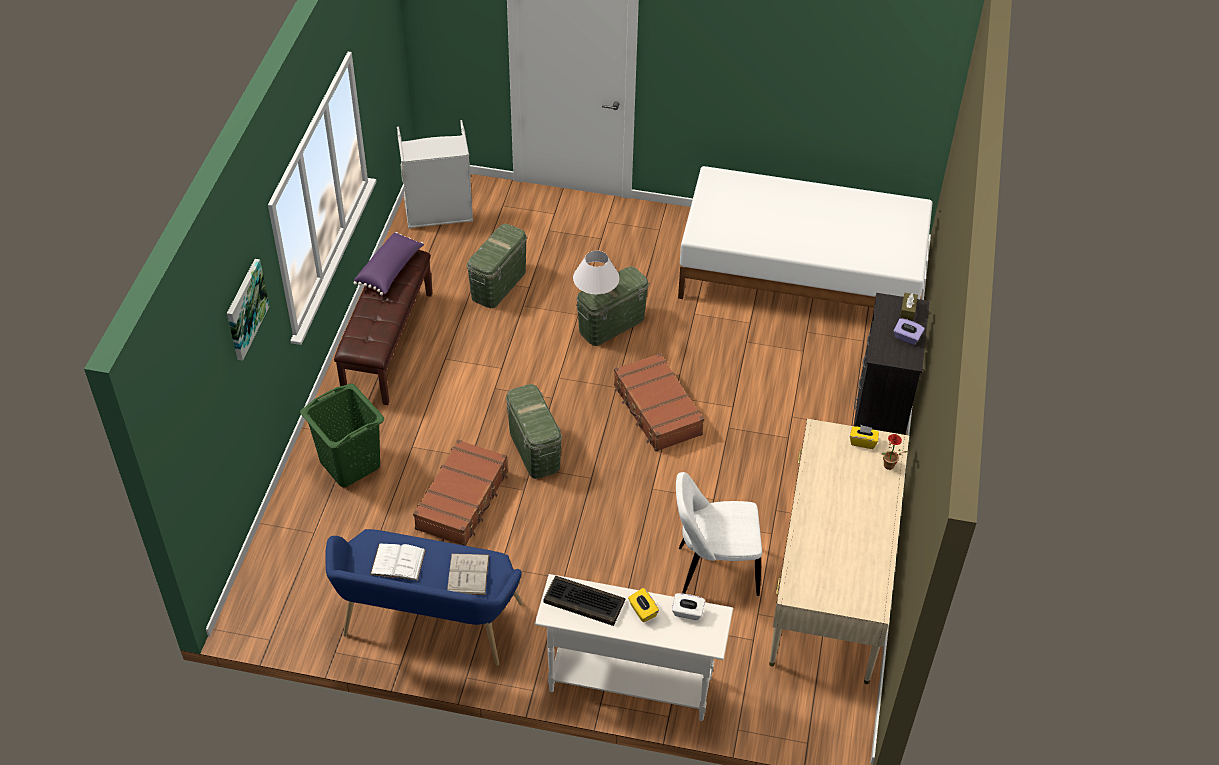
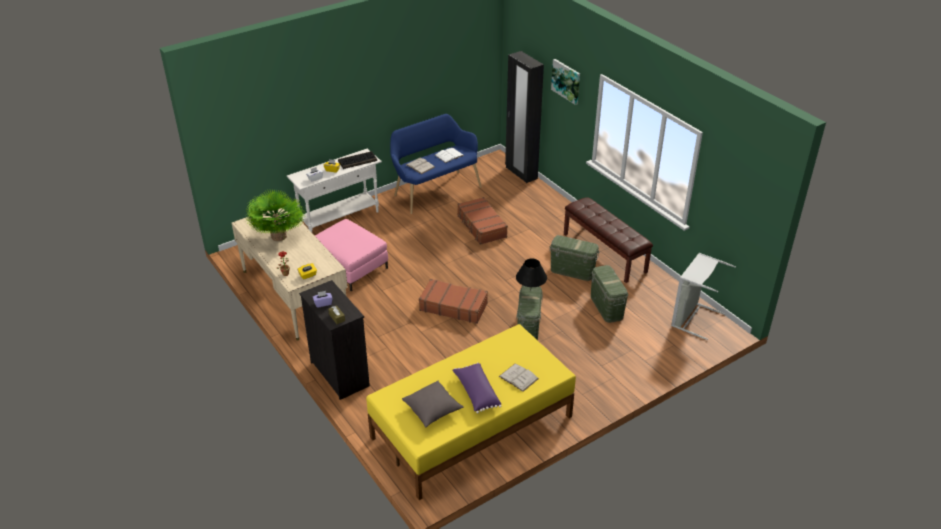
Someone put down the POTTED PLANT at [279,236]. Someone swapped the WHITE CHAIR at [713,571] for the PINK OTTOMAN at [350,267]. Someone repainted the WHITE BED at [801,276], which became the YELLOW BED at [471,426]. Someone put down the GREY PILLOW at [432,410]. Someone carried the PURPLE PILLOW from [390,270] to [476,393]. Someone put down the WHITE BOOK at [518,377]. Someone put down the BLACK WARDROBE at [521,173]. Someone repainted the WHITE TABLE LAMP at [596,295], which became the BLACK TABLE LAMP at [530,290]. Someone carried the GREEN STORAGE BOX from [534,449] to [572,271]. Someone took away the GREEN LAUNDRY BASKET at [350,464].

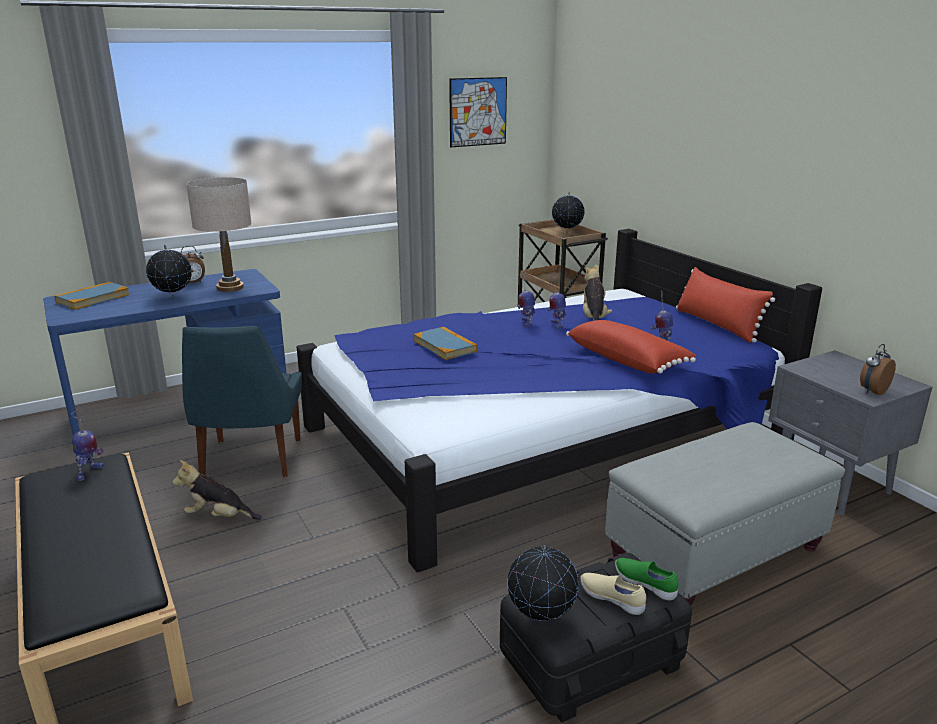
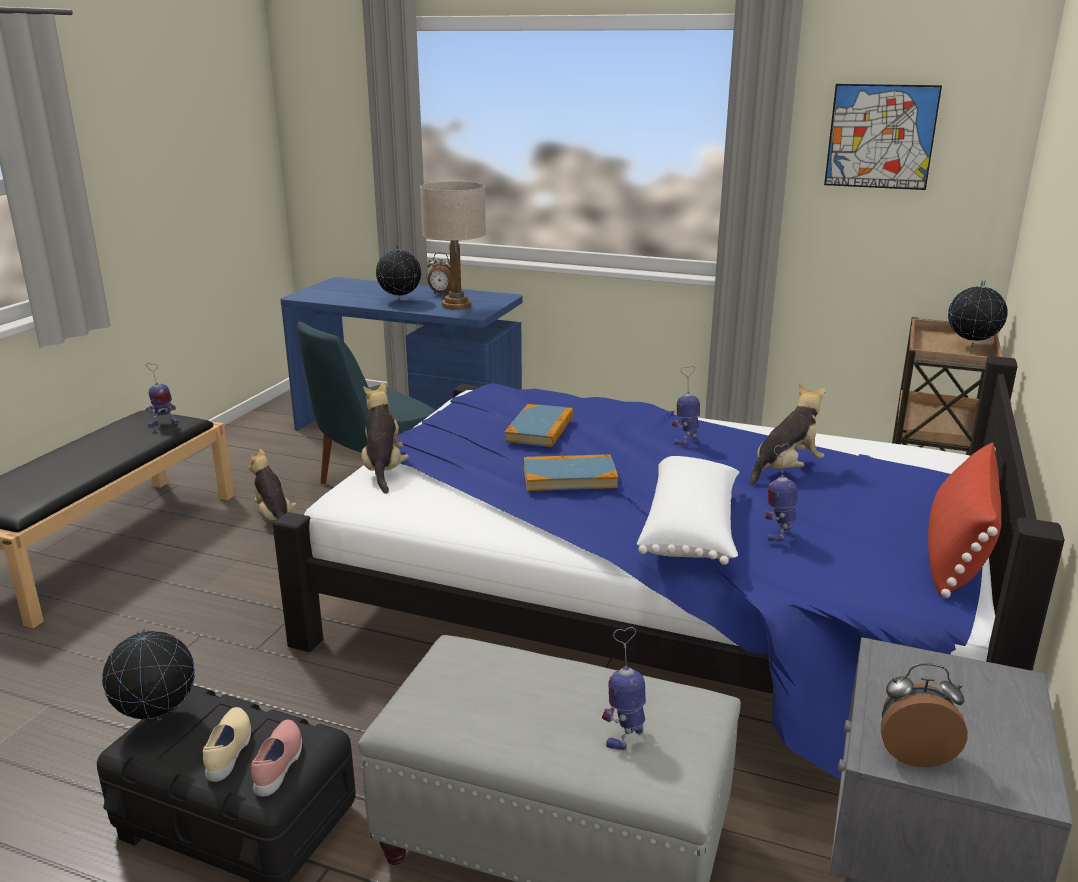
Someone repainted the GREEN SHOE at [645,584], which became the PINK SHOE at [279,766]. Someone put down the PLUSH TOY at [383,470]. Someone carried the BOOK from [93,298] to [569,477]. Someone carried the TOY ROBOT from [556,325] to [626,735]. Someone repainted the RED PILLOW at [627,360], which became the WHITE PILLOW at [692,530].

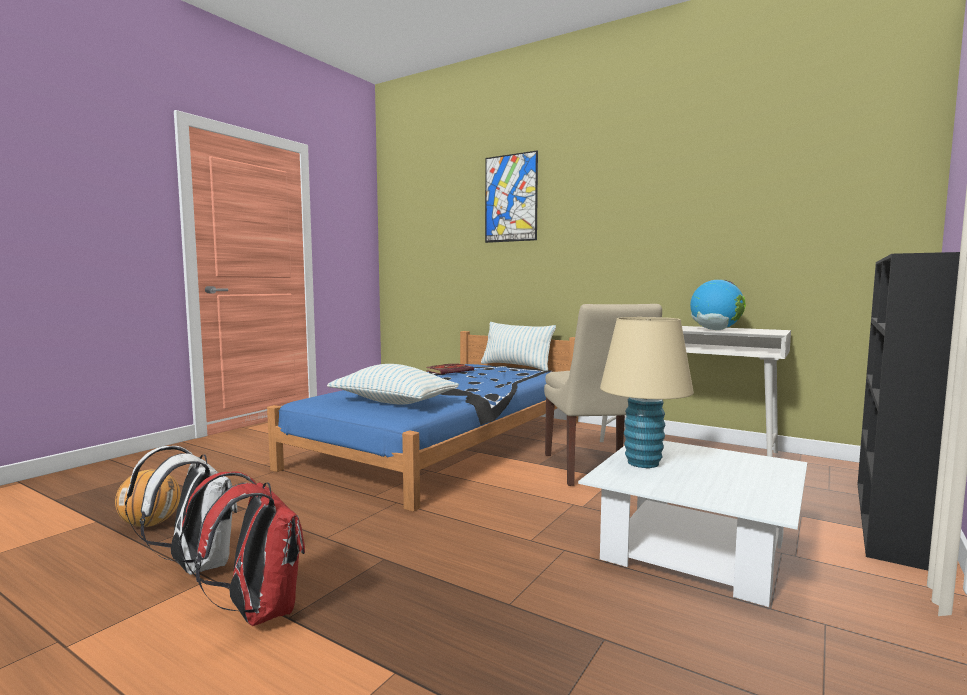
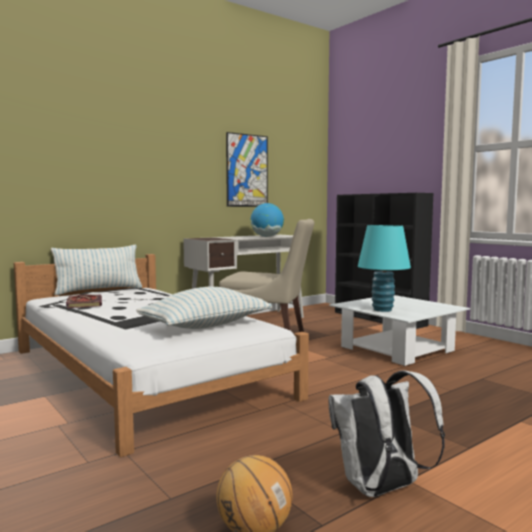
Someone repainted the BLUE BED at [446,443], which became the WHITE BED at [143,372]. Someone carried the PICTURE from [511,198] to [247,170]. Someone repainted the BEIGE TABLE LAMP at [643,463], which became the TURQUOISE TABLE LAMP at [382,310]. Someone took away the RED BACKPACK at [256,611].

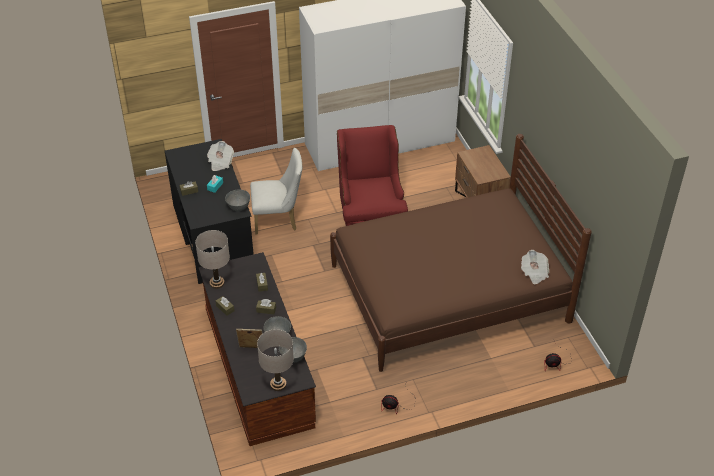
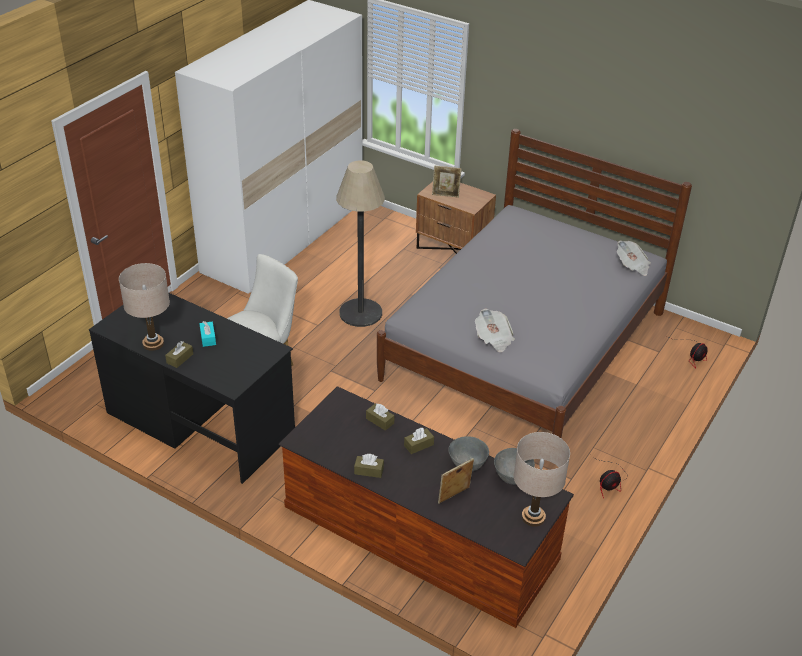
Someone carried the BEIGE TABLE LAMP from [217,283] to [153,343]. Someone swapped the RED ARMCHAIR at [370,217] for the FLOOR LAMP at [360,313]. Someone repainted the BROWN BED at [448,293], which became the GREY BED at [525,345]. Someone put down the PICTURE FRAME at [445,195]. Someone carried the NEWSPAPER from [220,162] to [494,339]. Someone took away the GREY BOWL at [238,207].

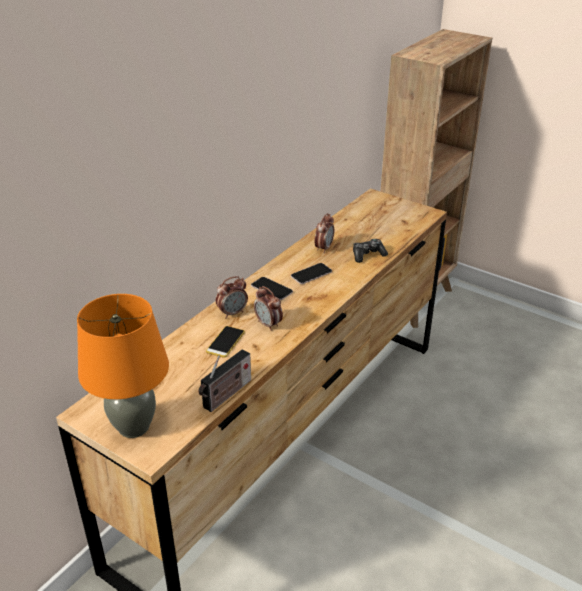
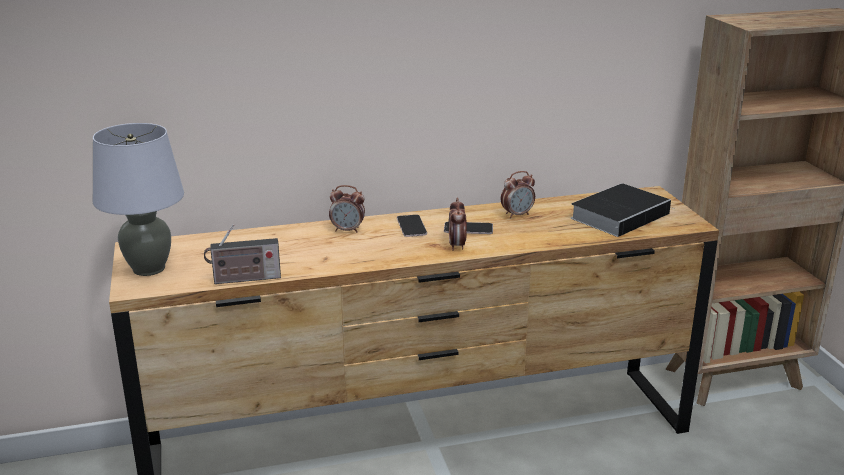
Someone repainted the ORANGE TABLE LAMP at [133,427], which became the GREY TABLE LAMP at [148,269]. Someone carried the ALARM CLOCK from [268,324] to [457,246]. Someone put down the BOOK at [621,215]. Someone took away the PHONE at [225,342]. Someone took away the GAME CONTROLLER at [368,255].

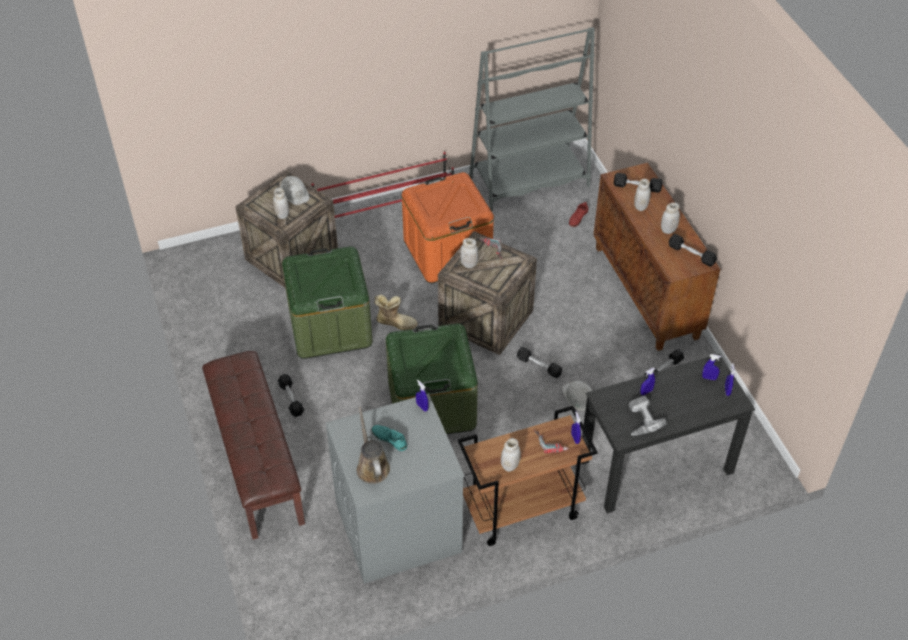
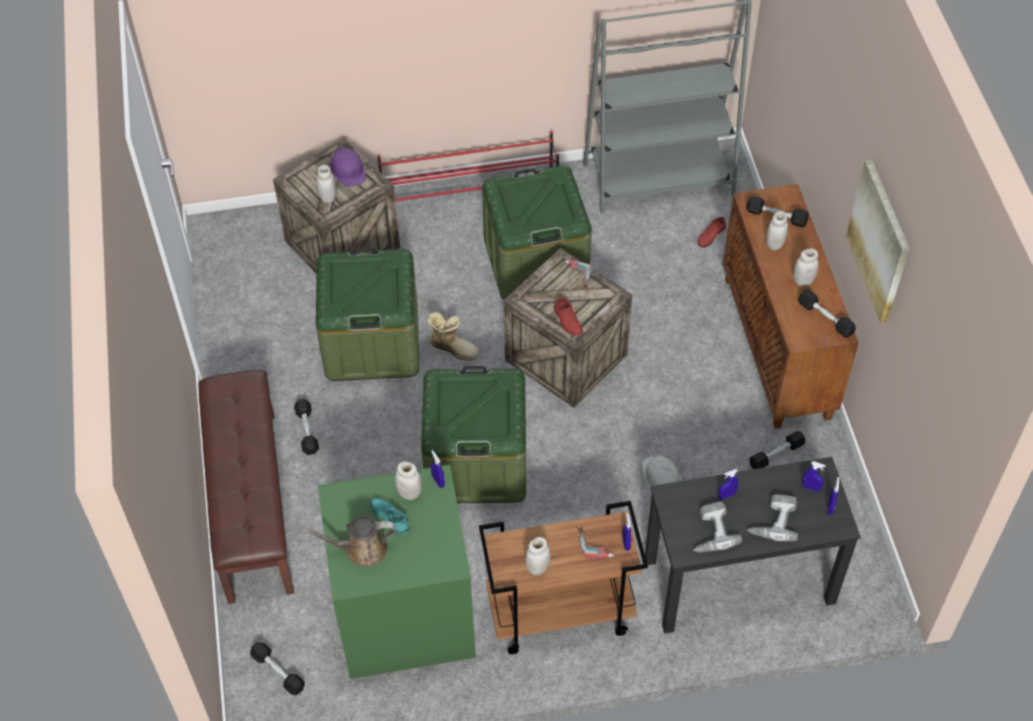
Someone carried the BLACK DUMBBELL from [539,366] to [278,672]. Someone rotated the BROWN WATERING CAN at [372,466] by 90 degrees counterclockwise. Someone repainted the GREY WASHING MACHINE at [397,528], which became the GREEN WASHING MACHINE at [403,615]. Someone repainted the WHITE HARD HAT at [294,193], which became the PURPLE HARD HAT at [348,170]. Someone carried the WHITE JAR from [469,264] to [409,492]. Someone repainted the ORANGE STORAGE BOX at [447,252], which became the GREEN STORAGE BOX at [536,262]. Someone put down the RED SHOE at [567,320]. Someone put down the POWER DRILL at [772,521]. Someone put up the PICTURE at [879,241].

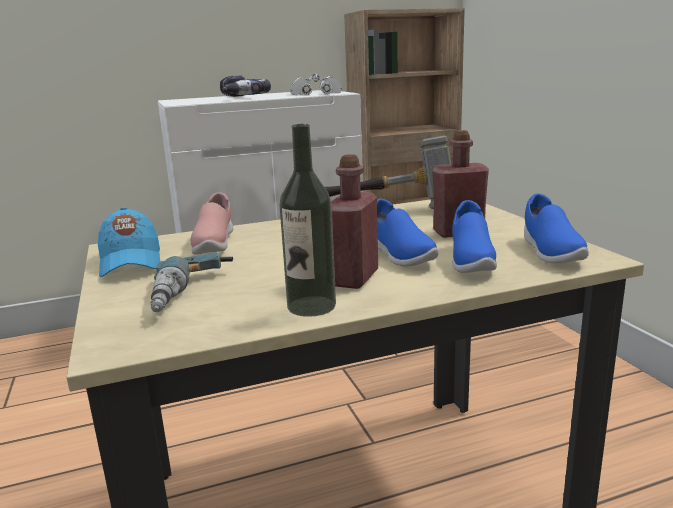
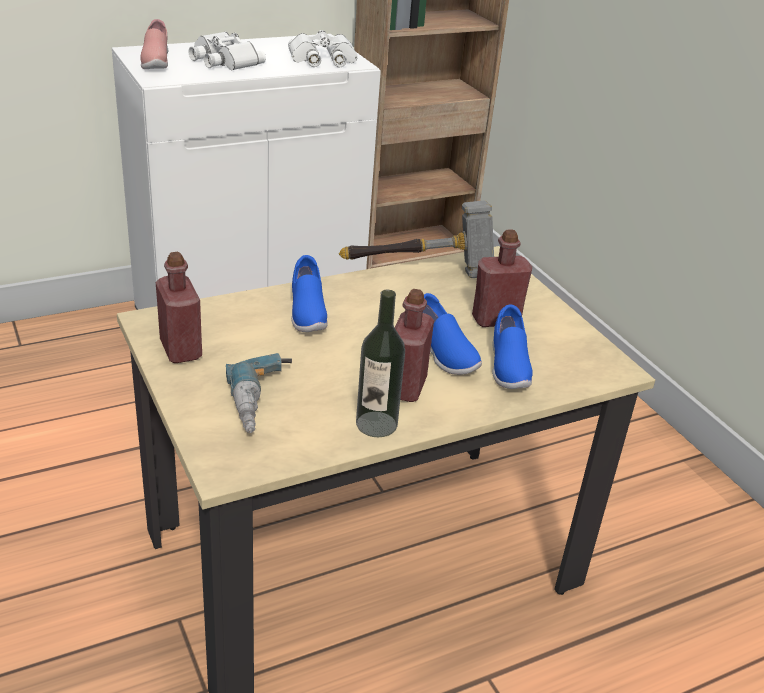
Someone carried the PINK SHOE from [214,245] to [155,62]. Someone swapped the BLUE CAP at [131,263] for the RED BOTTLE at [181,349]. Someone swapped the POWER DRILL at [237,98] for the WHITE BINOCULARS at [222,60]. Someone carried the BLUE SHOE from [549,252] to [306,313].

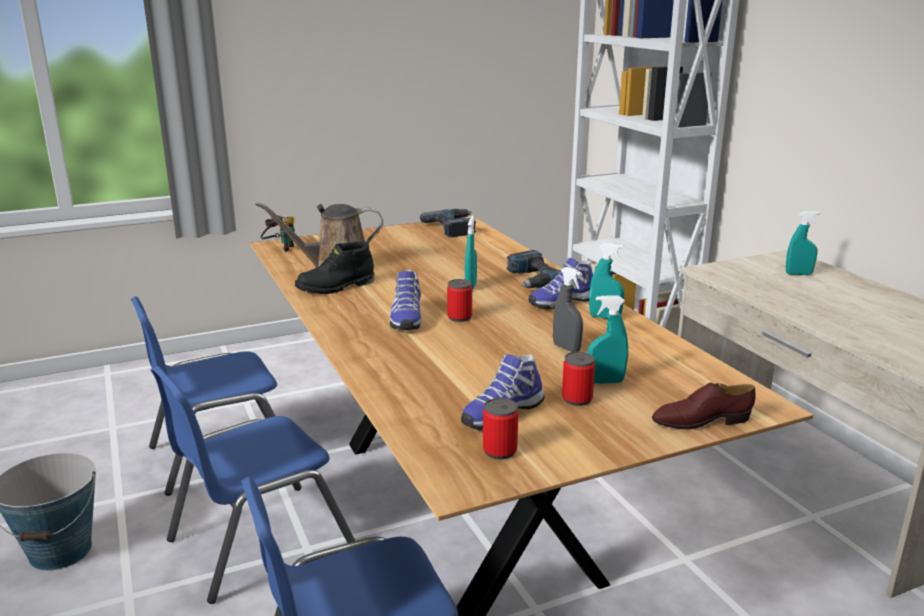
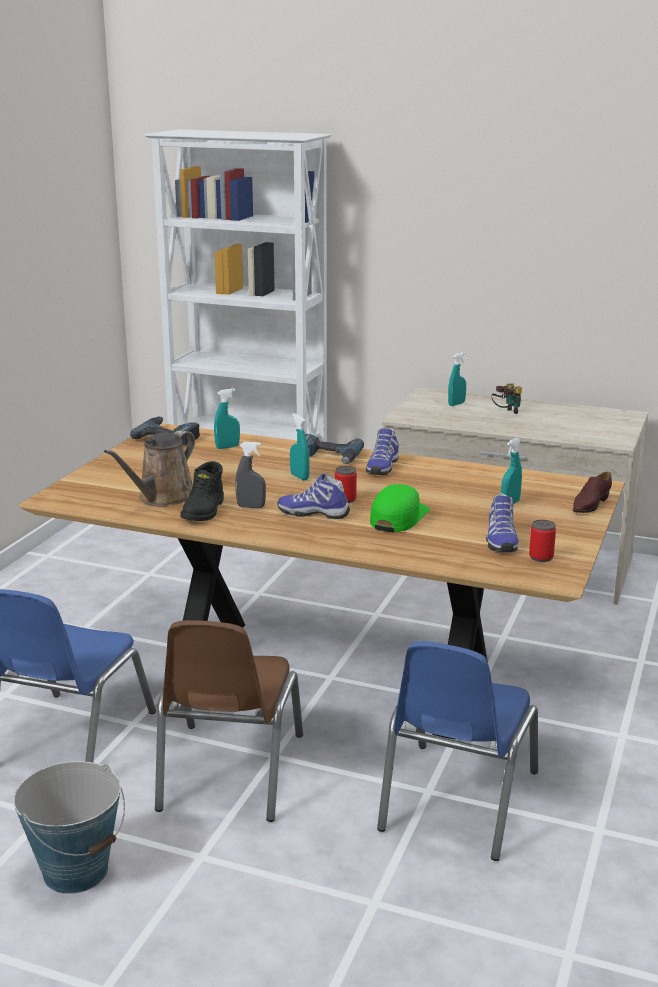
Someone repainted the BLUE CHAIR at [258,541], which became the BROWN CHAIR at [229,772]. Someone carried the TURQUOISE SPRAY BOTTLE from [605,317] to [227,447]. Someone carried the GREY SPRAY BOTTLE from [566,348] to [251,507]. Someone rotated the SHOE at [406,319] by 150 degrees clockwise. Someone put down the GREEN CAP at [399,517]. Someone carried the BINOCULARS from [280,248] to [506,413]. Someone took away the CAN at [577,399].

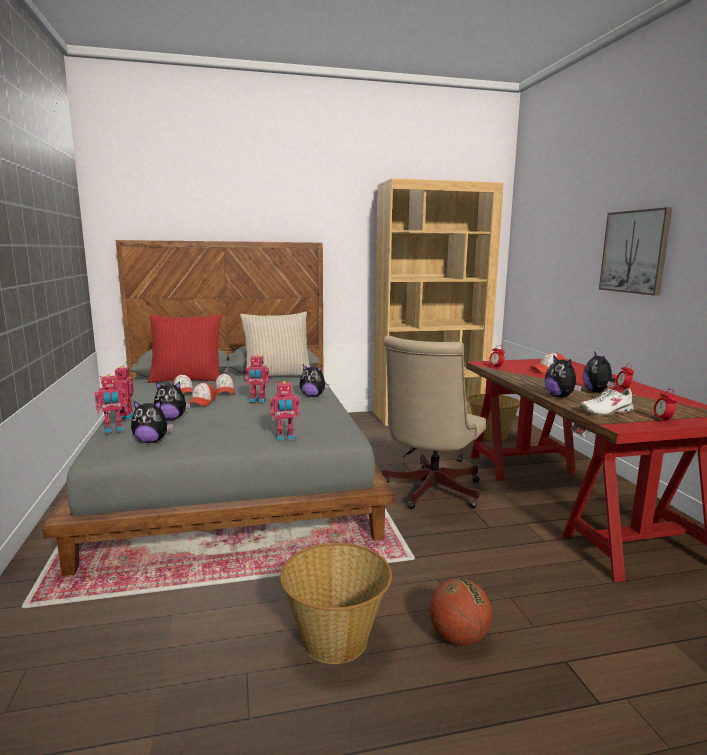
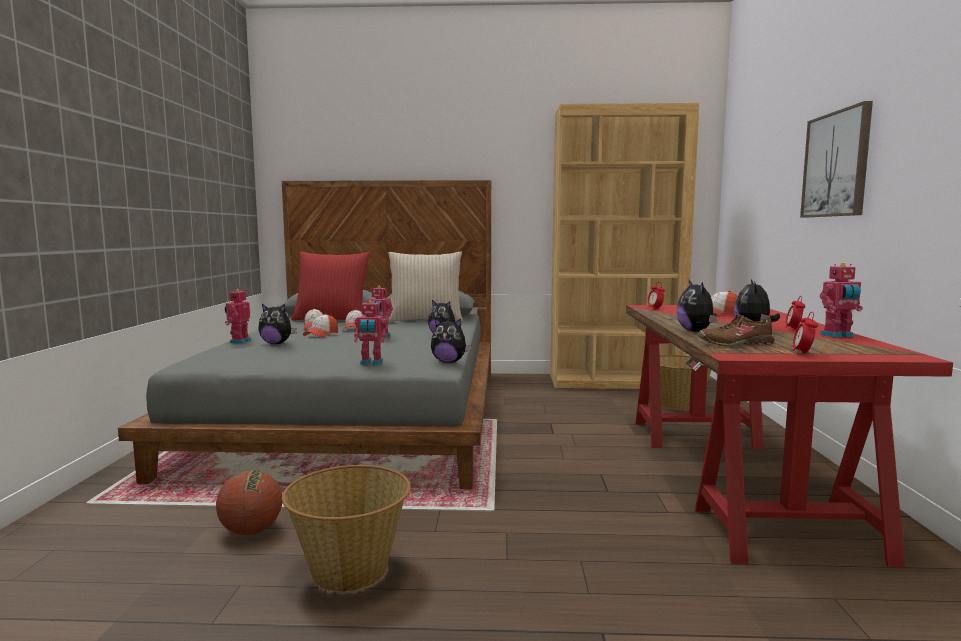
Someone carried the BASKETBALL from [458,637] to [251,531]. Someone carried the PLUSH TOY from [151,441] to [449,362]. Someone repainted the WHITE SHOE at [606,412], which became the BROWN SHOE at [735,344]. Someone carried the TOY ROBOT from [114,429] to [838,335]. Someone took away the BEIGE OFFICE CHAIR at [429,492].

